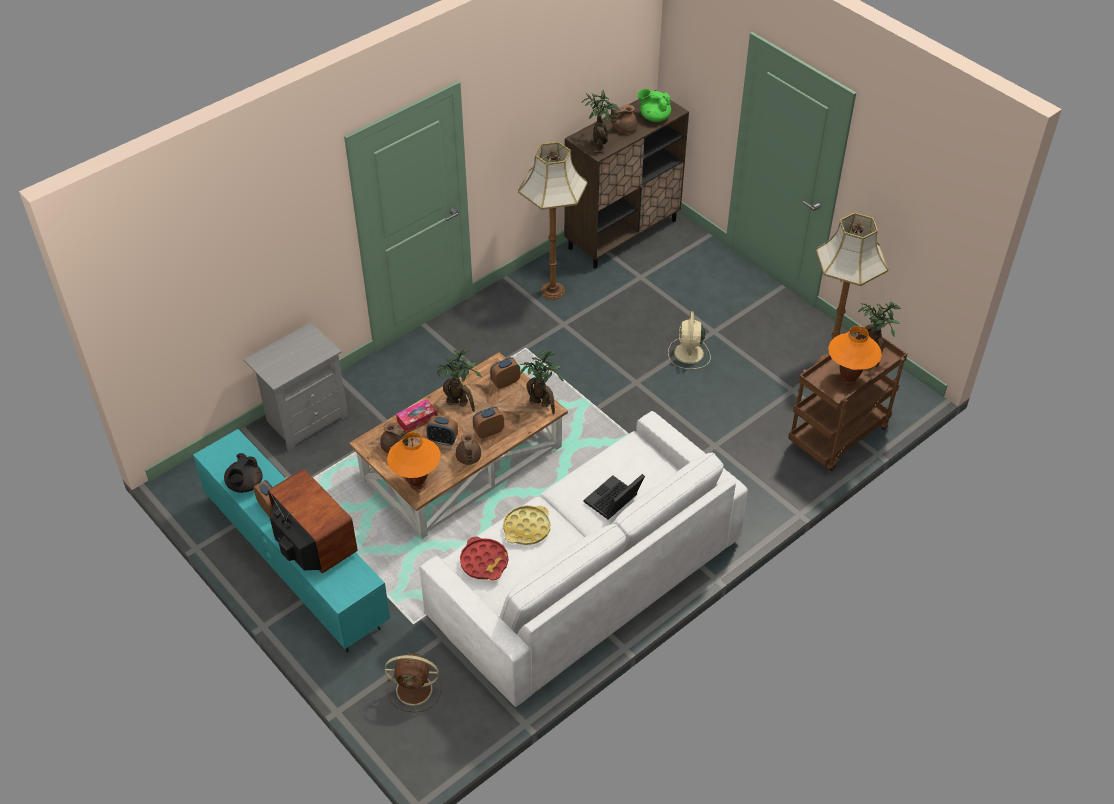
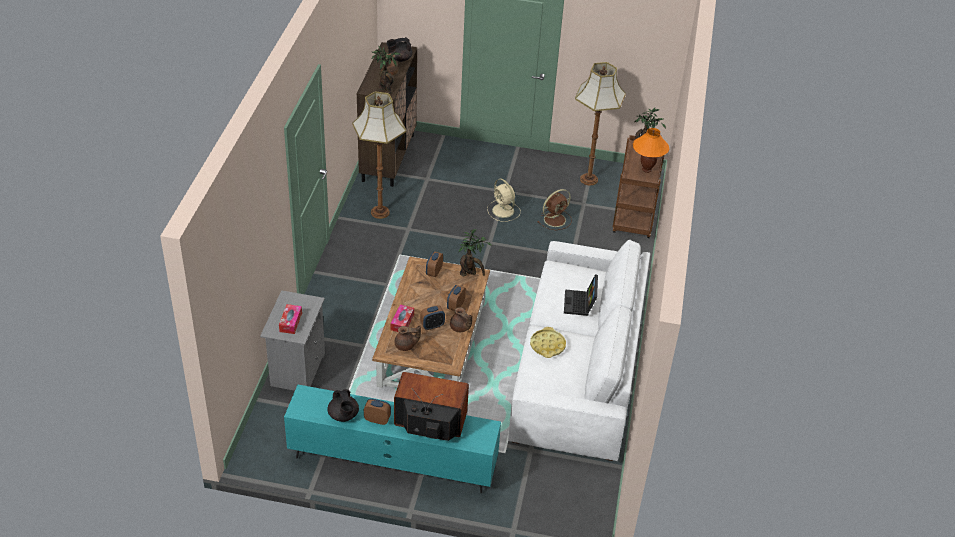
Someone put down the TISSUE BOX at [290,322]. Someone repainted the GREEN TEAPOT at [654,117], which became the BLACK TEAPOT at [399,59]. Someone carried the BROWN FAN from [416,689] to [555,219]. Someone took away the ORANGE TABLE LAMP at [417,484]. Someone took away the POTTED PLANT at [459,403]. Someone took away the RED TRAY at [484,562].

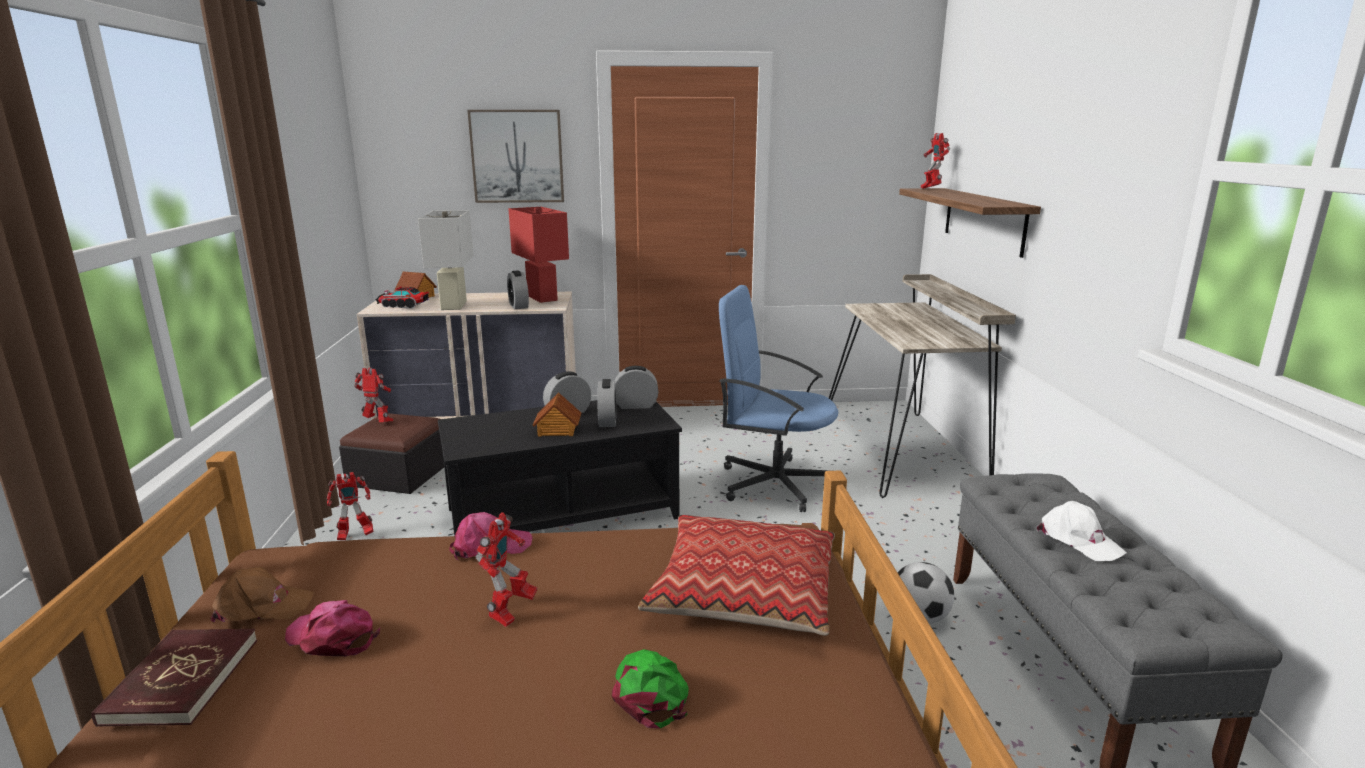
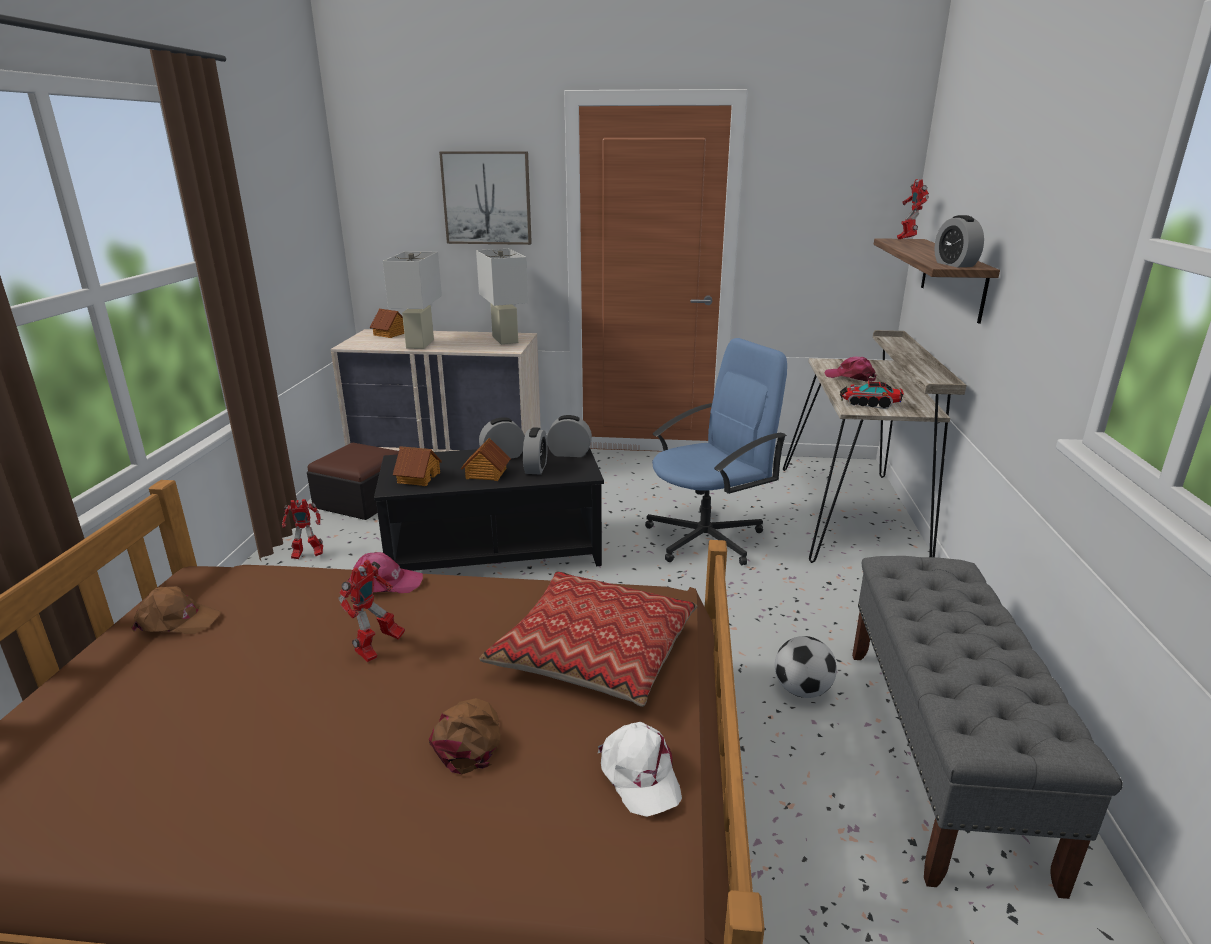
Someone put down the TOY HOUSE at [418,477]. Someone repainted the GREEN CAP at [650,692], which became the BROWN CAP at [468,739]. Someone repainted the RED TABLE LAMP at [542,298], which became the WHITE TABLE LAMP at [505,339]. Someone carried the WHITE CAP from [1078,541] to [639,774]. Someone rotated the BLUE OFFICE CHAIR at [774,483] by 120 degrees clockwise. Someone carried the PINK CAP from [332,637] to [850,377]. Someone carried the TOY TRUCK from [403,306] to [869,404]. Someone carried the ALARM CLOCK from [518,306] to [954,264]. Someone took away the RED BOOK at [181,680]. Someone took away the TOY ROBOT at [378,422].

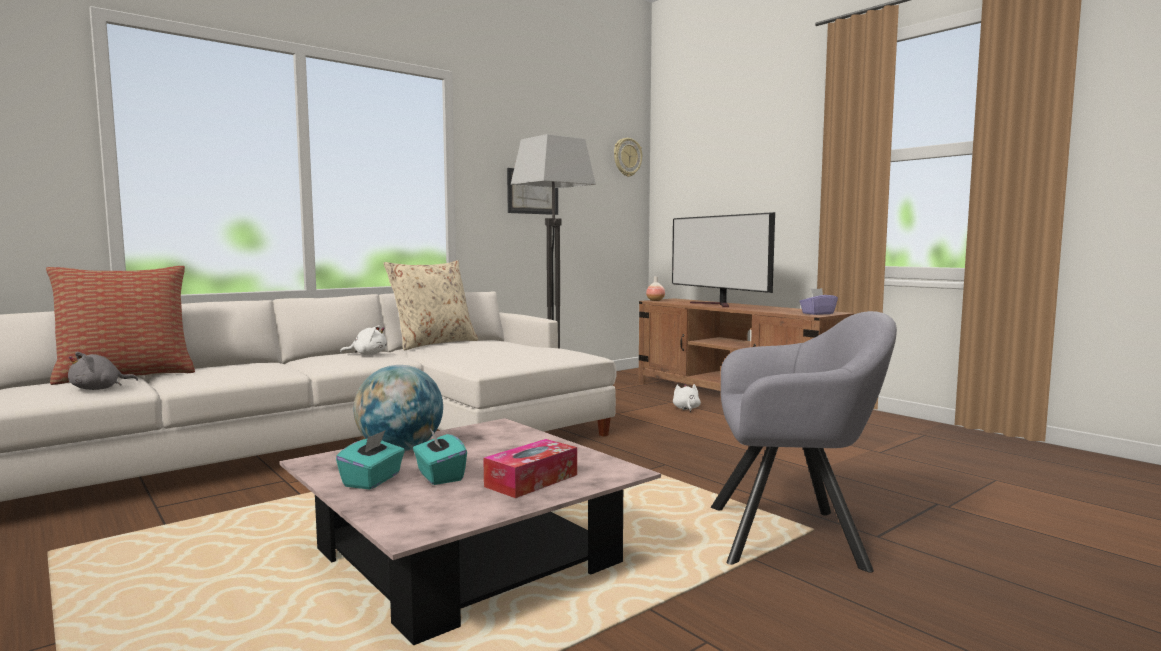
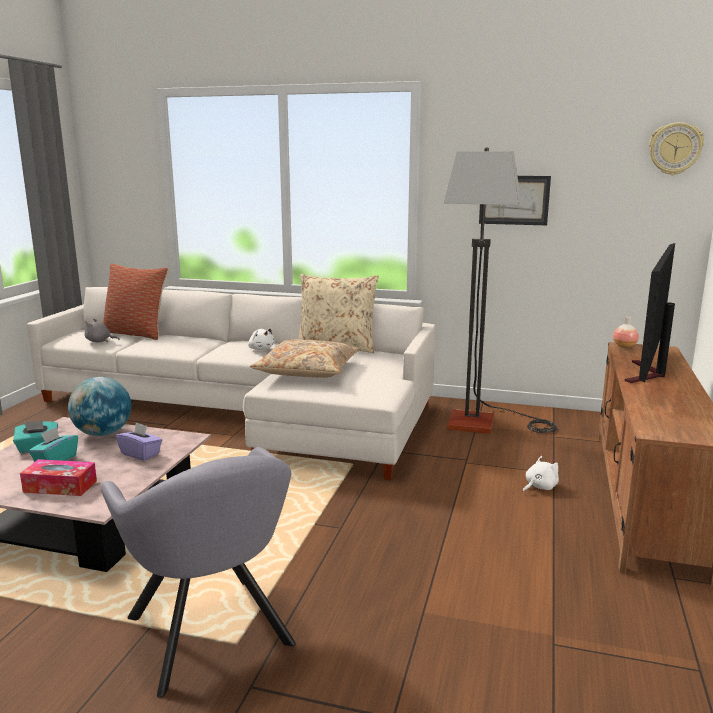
Someone carried the PURPLE TISSUE BOX from [817,313] to [141,454]. Someone put down the BEIGE PILLOW at [307,371].

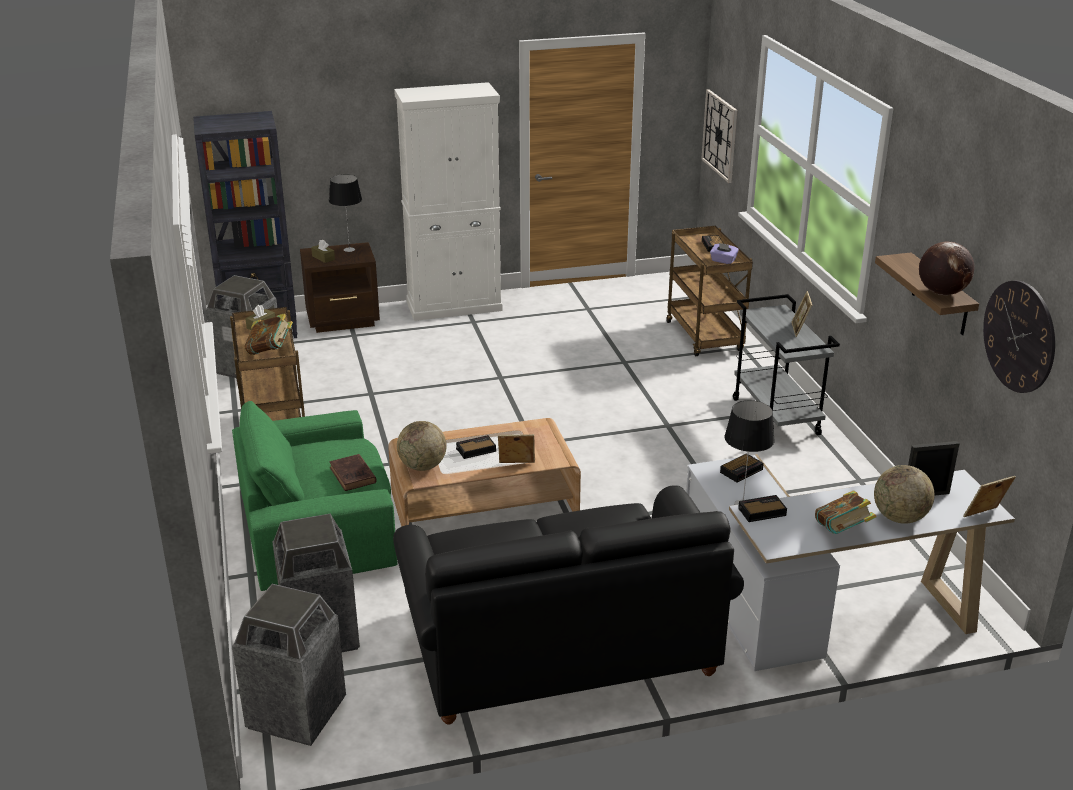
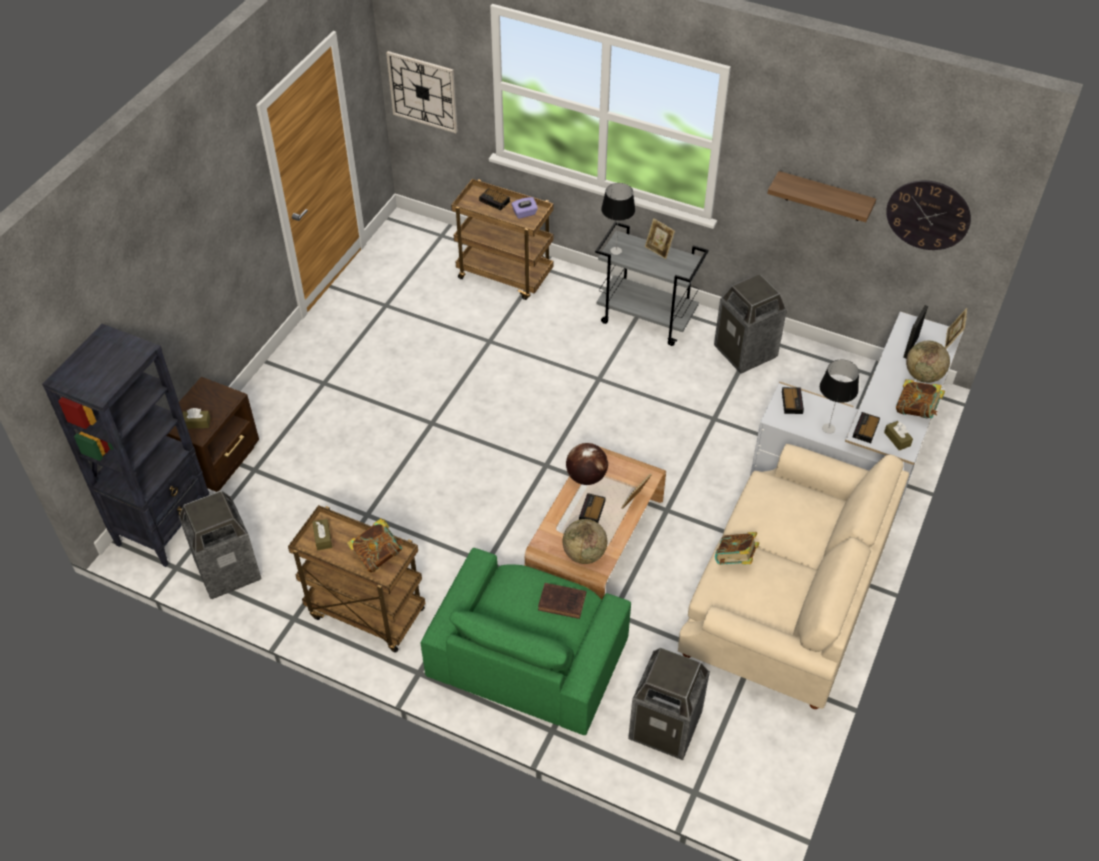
Someone carried the GLOBE from [941,292] to [586,477]. Someone carried the TABLE LAMP from [349,249] to [615,250]. Someone repainted the BLACK SOFA at [558,642], which became the BEIGE SOFA at [784,601]. Someone carried the TRASH CAN from [296,713] to [745,352]. Someone put down the BOOK at [735,559]. Someone put down the BROWN TISSUE BOX at [897,439]. Someone took away the WHITE CABINET at [454,306].

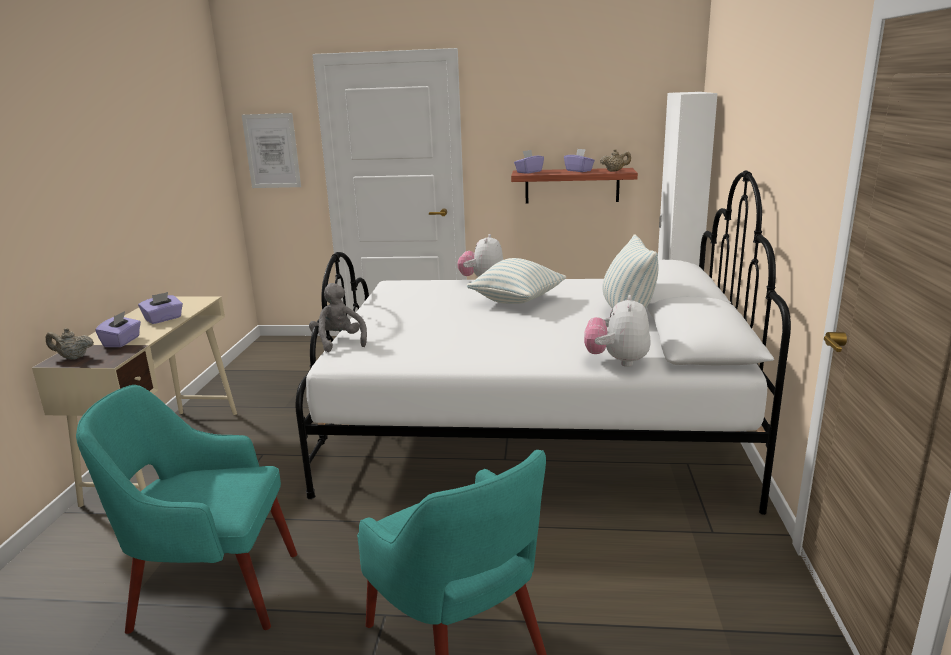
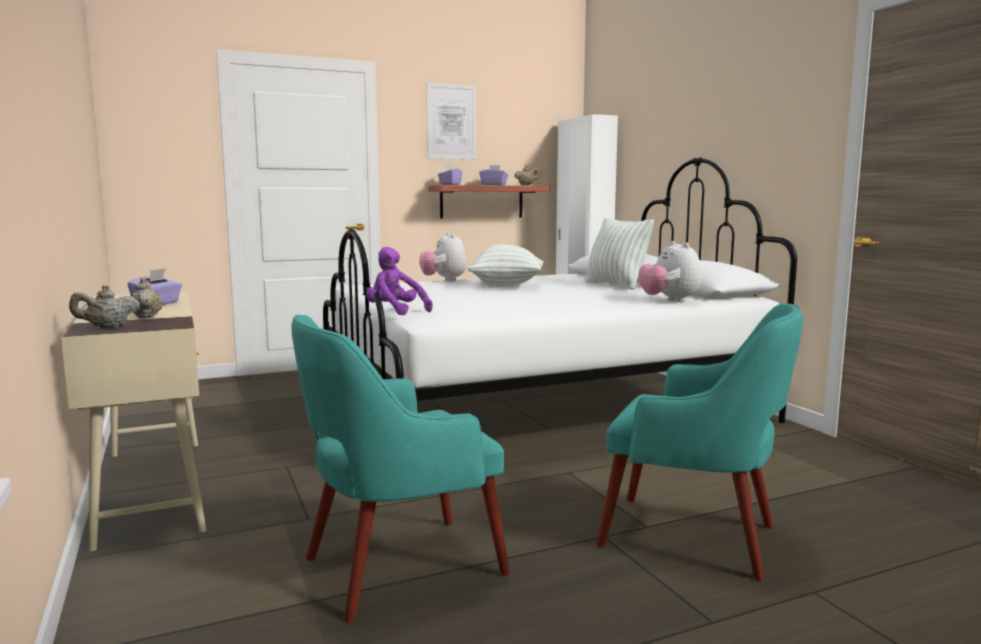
Someone swapped the PURPLE TISSUE BOX at [122,342] for the BEIGE TEAPOT at [147,316]. Someone repainted the GREY PLUSH TOY at [339,342], which became the PURPLE PLUSH TOY at [395,312]. Someone carried the PICTURE from [272,151] to [451,122].

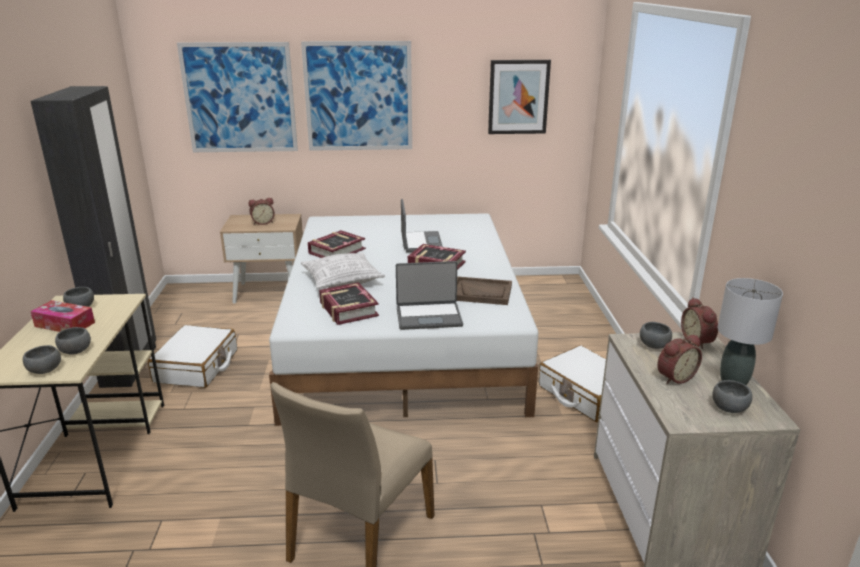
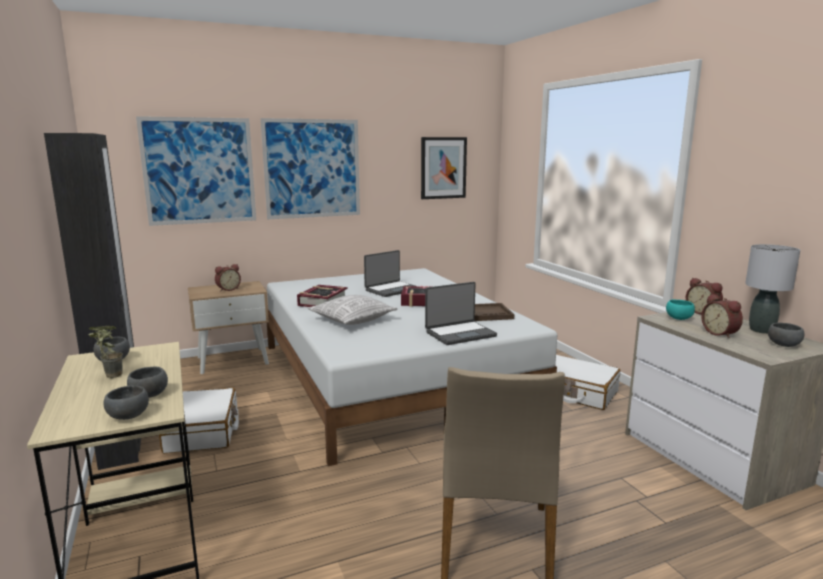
Someone swapped the TISSUE BOX at [65,324] for the POTTED PLANT at [108,376]. Someone rotated the LAPTOP at [420,243] by 75 degrees clockwise. Someone repainted the GREY BOWL at [653,346], which became the TURQUOISE BOWL at [678,319]. Someone rotated the ALARM CLOCK at [674,377] by 120 degrees clockwise. Someone took away the BOOK at [348,309].

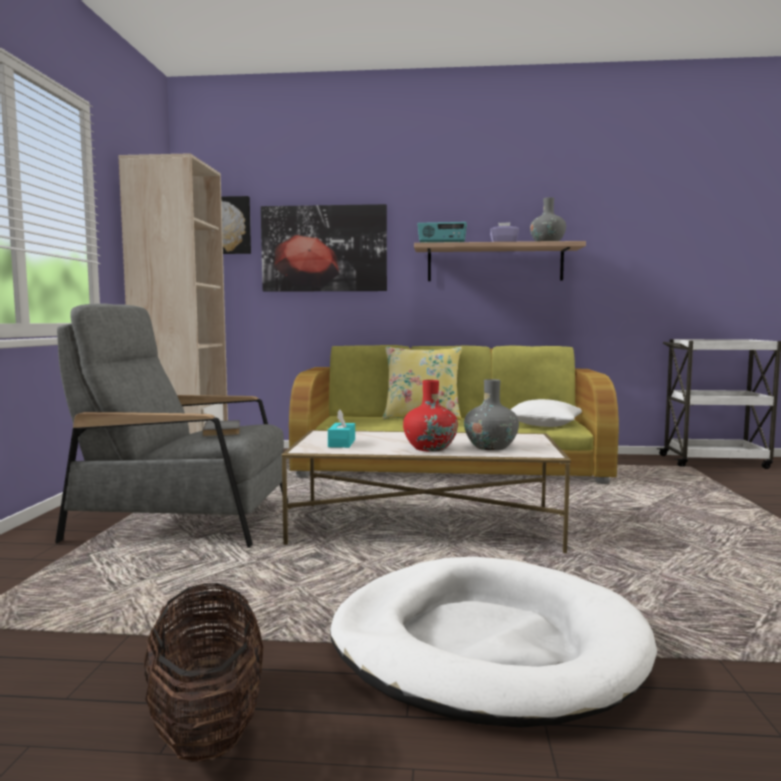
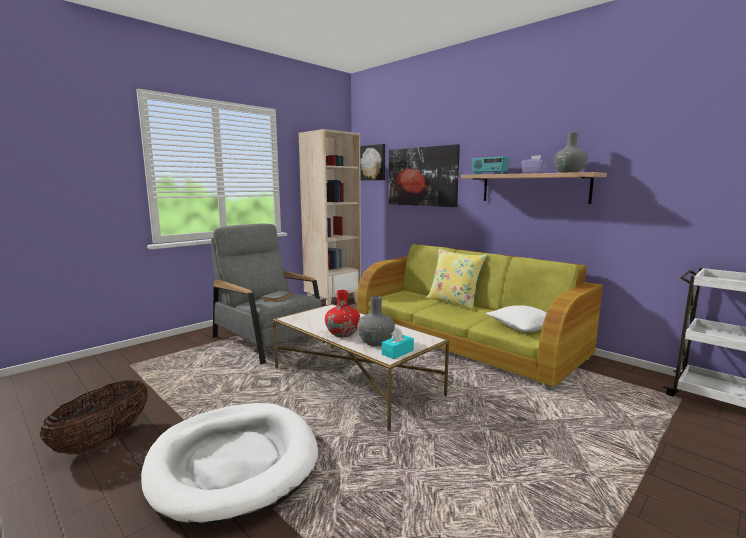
Someone carried the TURQUOISE TISSUE BOX from [341,443] to [397,352].

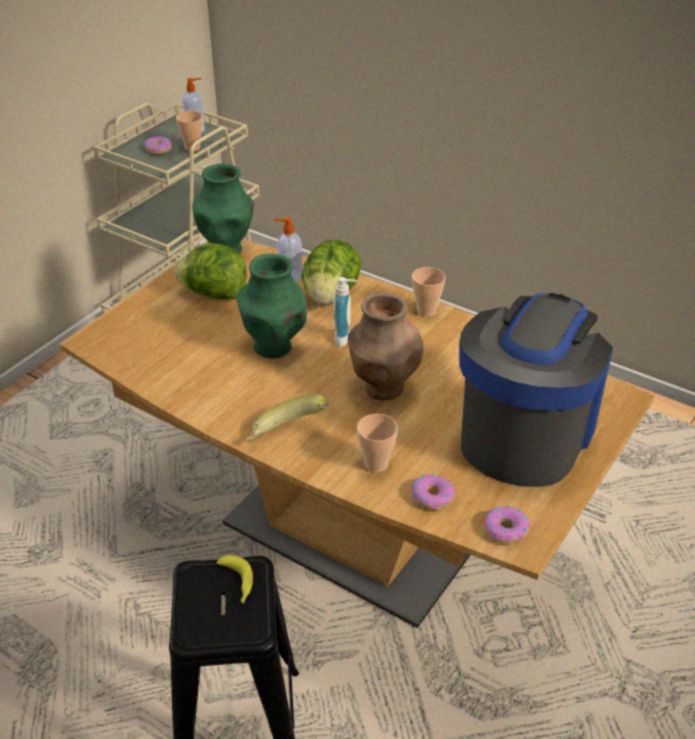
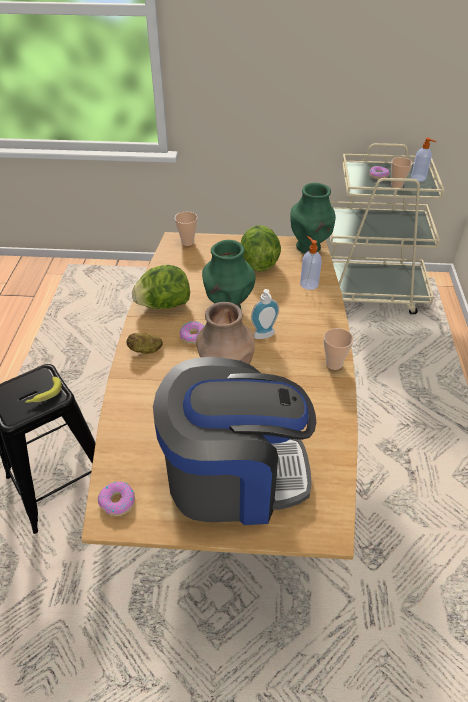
Someone swapped the BANANA at [286,436] for the POTATO at [145,350]. Someone carried the LETTUCE from [331,296] to [163,305]. Someone carried the CUP from [376,464] to [187,242]. Someone carried the DONUT from [432,496] to [194,336].

